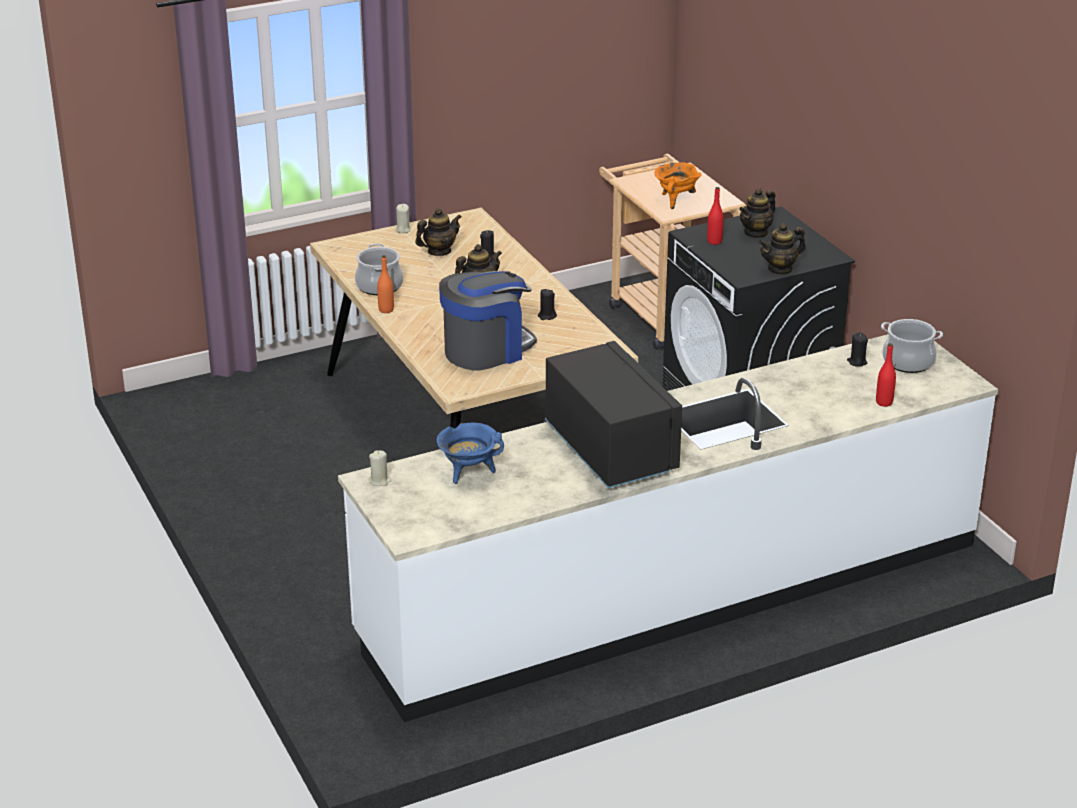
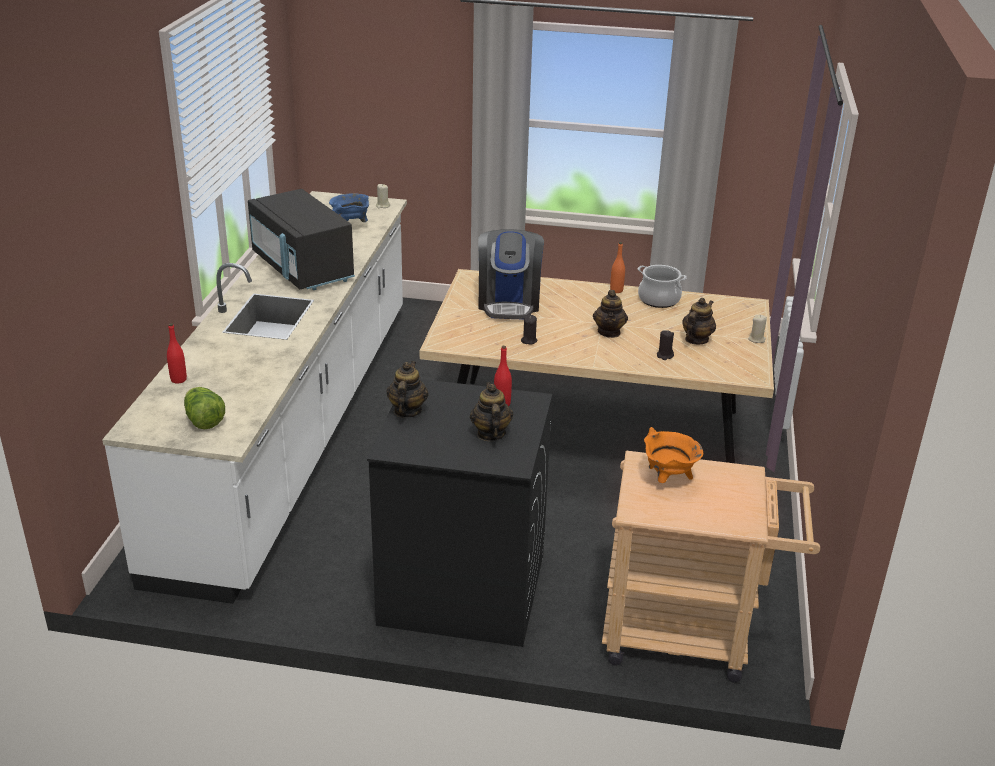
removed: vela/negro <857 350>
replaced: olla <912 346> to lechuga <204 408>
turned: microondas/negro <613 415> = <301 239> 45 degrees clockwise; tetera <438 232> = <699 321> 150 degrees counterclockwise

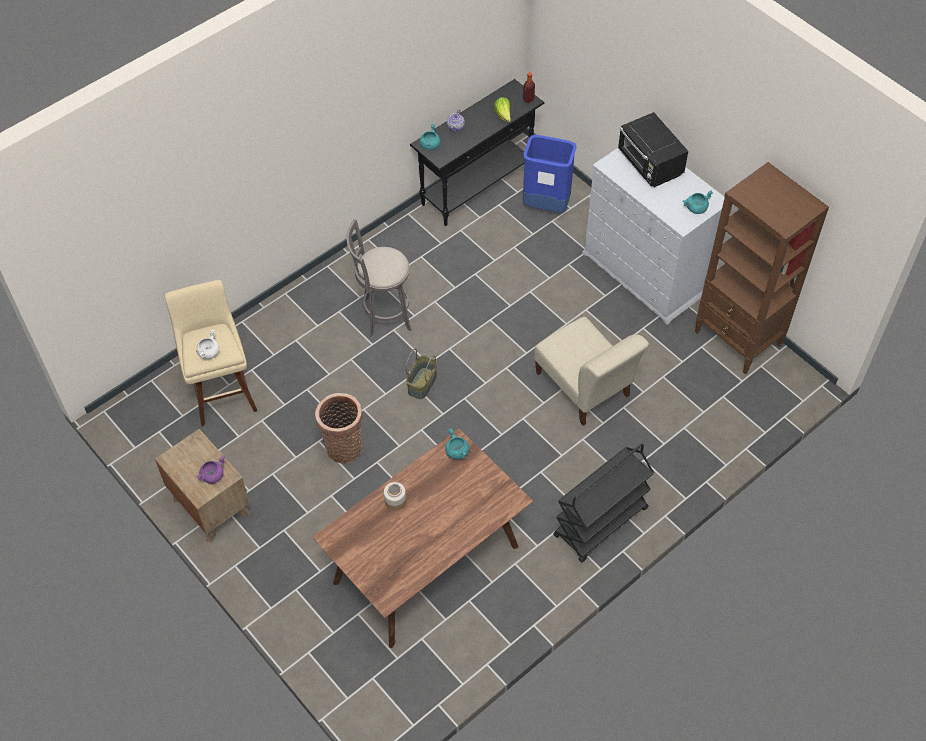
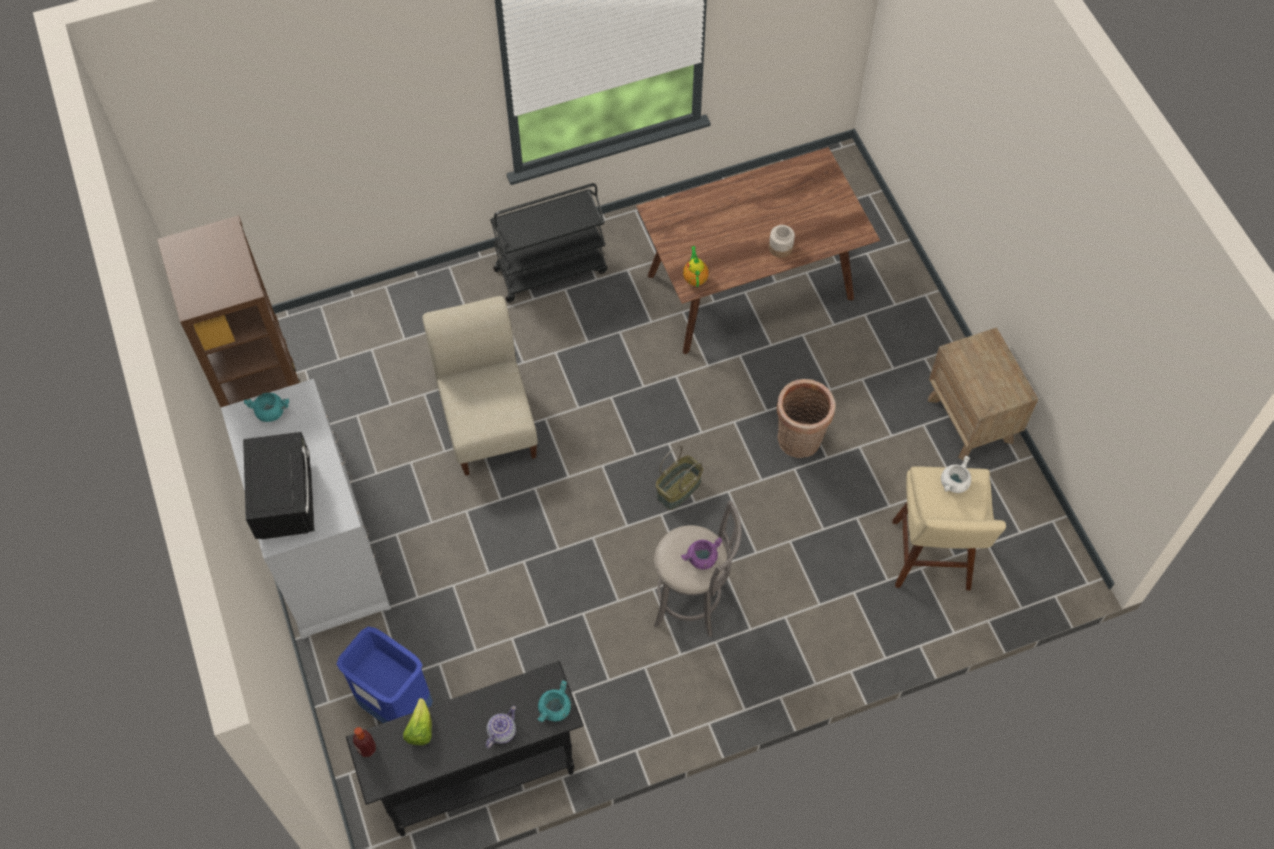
moved: olla/morado <210 469> to <701 553>
replaced: olla/turquesa <457 444> to tetera <696 266>

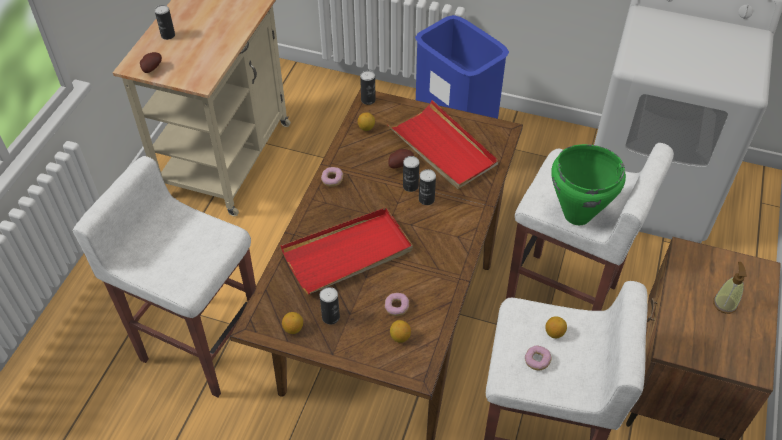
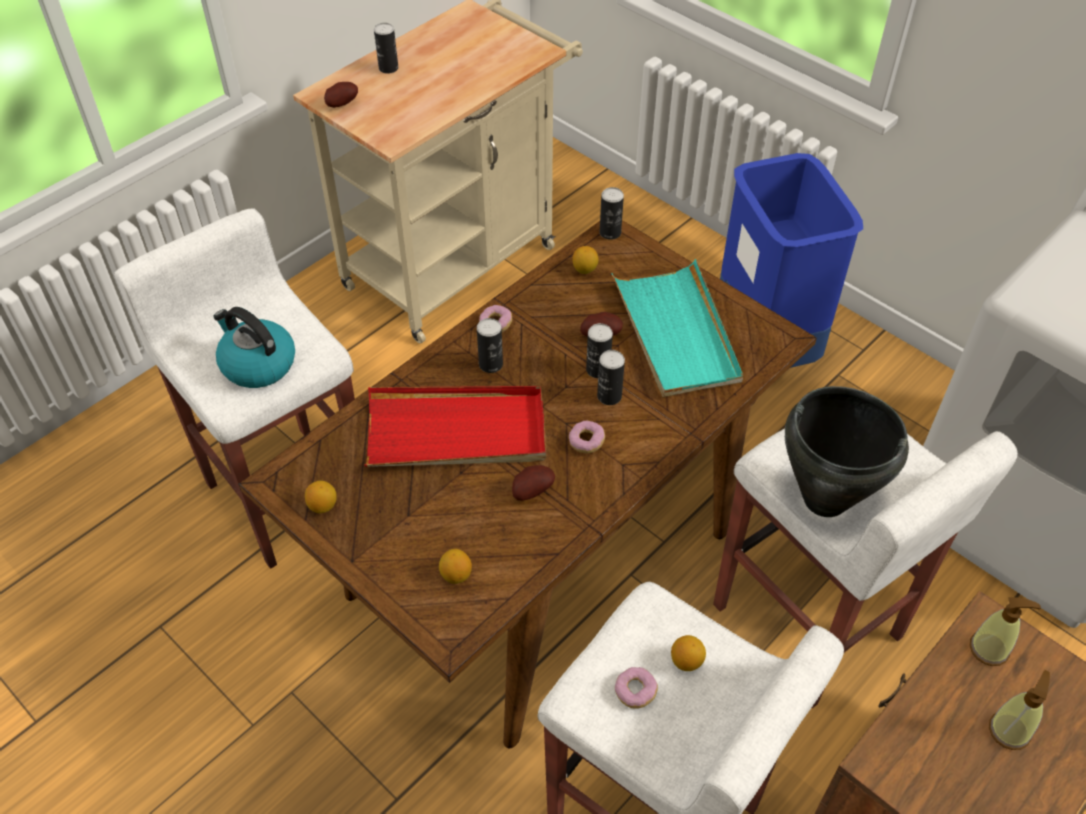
added: hervidor <254 347>; patata <533 483>; dispensador de jabón <1005 631>
moved: lata <330 306> to <490 345>; rosquilla <397 304> to <587 437>
recoloured: bandeja/rojo <443 144> to bandeja/turquesa <677 328>; olla/verde <588 184> to olla/negro <847 451>

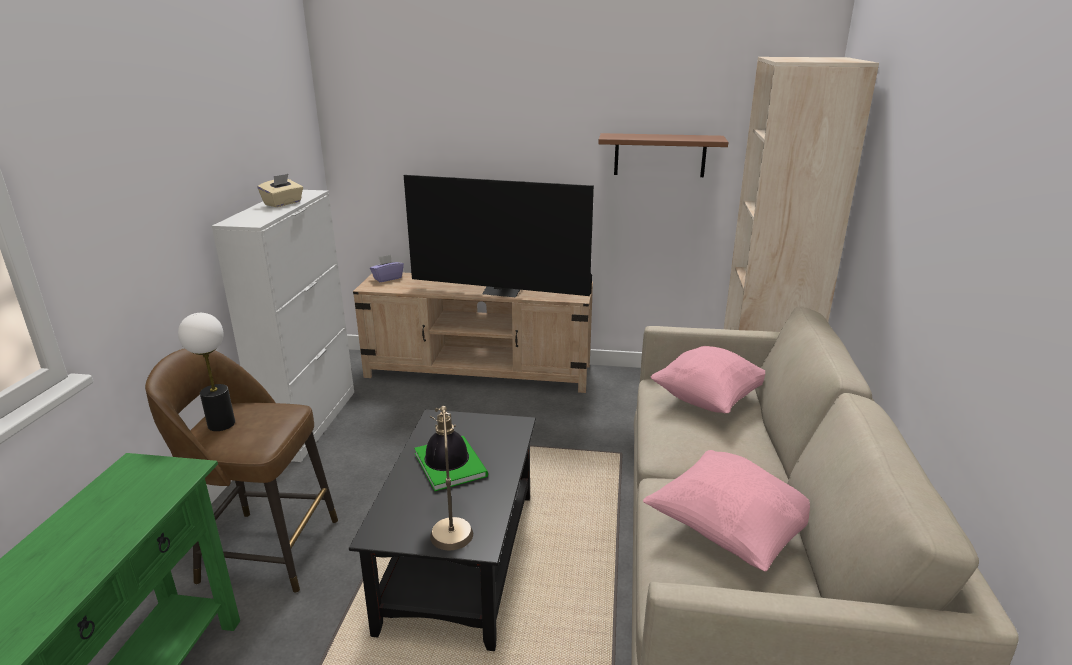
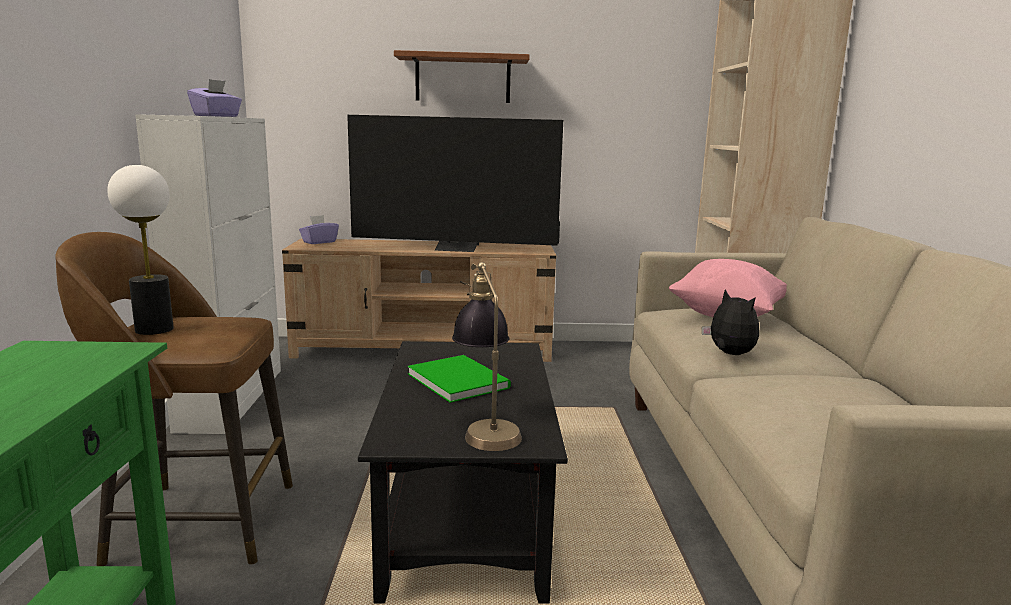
removed: cojín/rosa <726 511>
added: peluche <730 322>
moved: estante/marrón <663 155> to <462 76>
recoloured: caja de pañuelos/beis <280 190> to caja de pañuelos/morado <214 98>

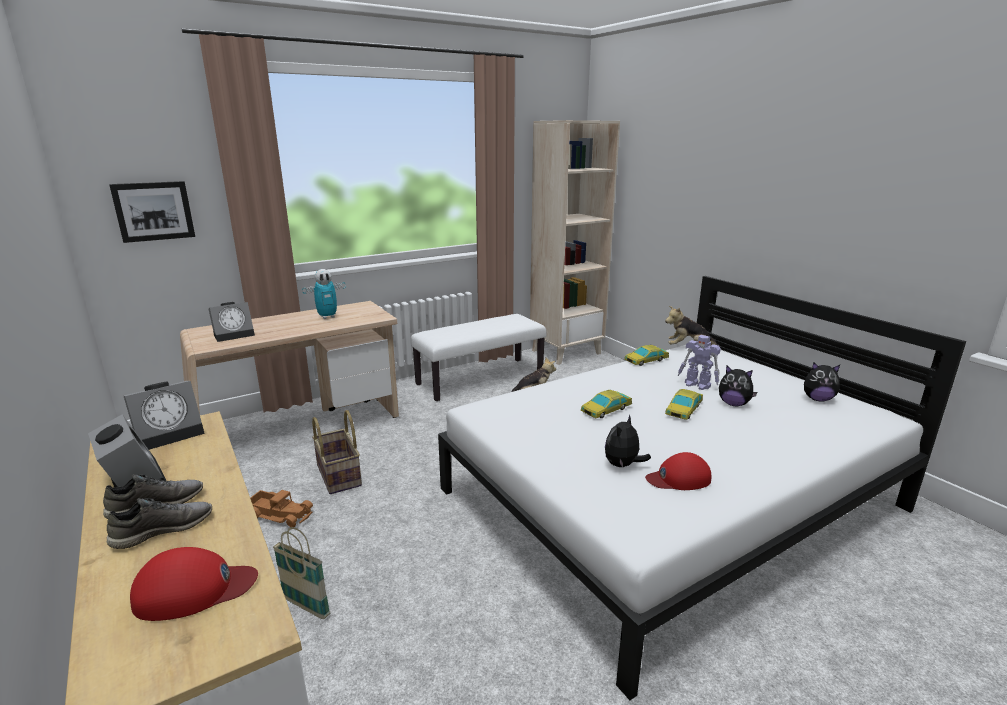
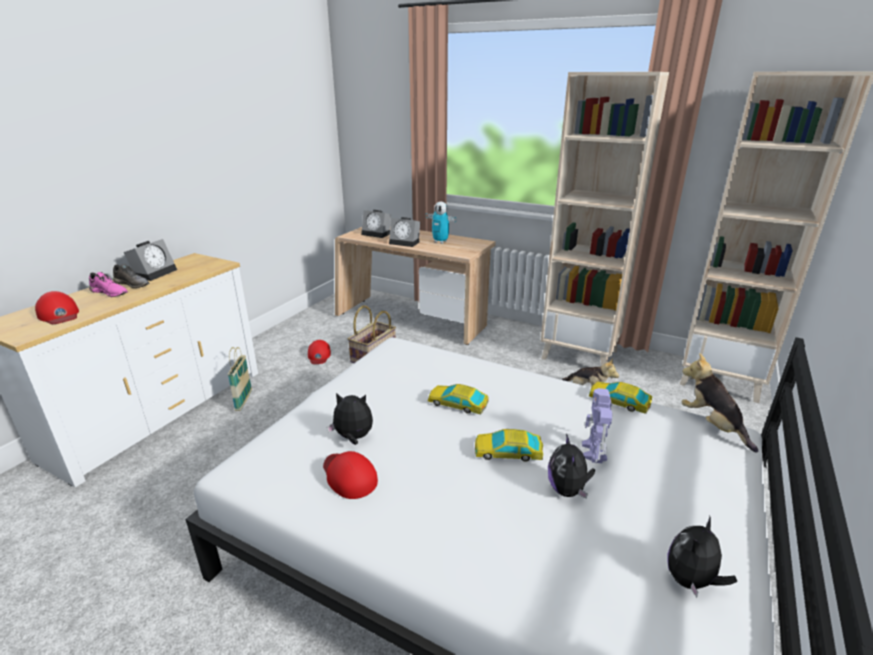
removed: cuadro <152 212>
moved: despertador <164 415> to <404 232>
replaced: camión de juguete <281 508> to gorra/rojo <319 352>; banco/blanco <478 357> to estantería/beis <605 219>
recoloured: zapato/gris <159 523> to zapato/rosa <108 284>
turned: peluche <822 382> = <702 557> 60 degrees clockwise

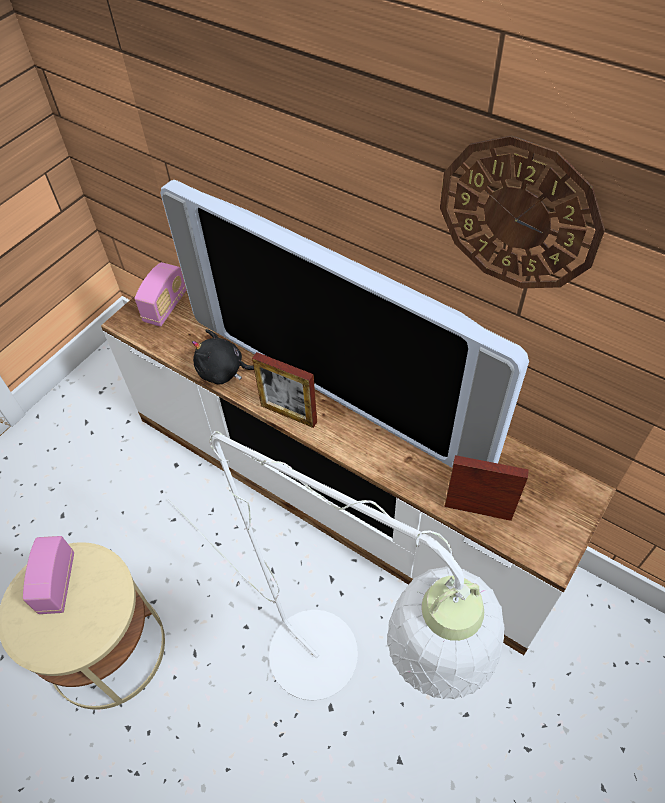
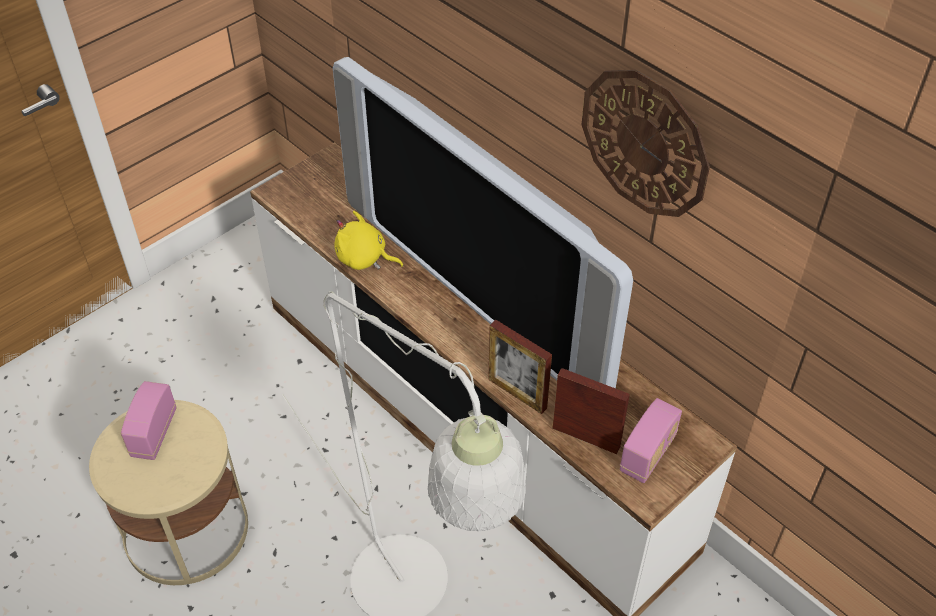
moved: portarretratos <284 390> to <520 367>; radio <160 294> to <651 440>
recoloured: peluche/negro <223 356> to peluche/amarillo <368 240>

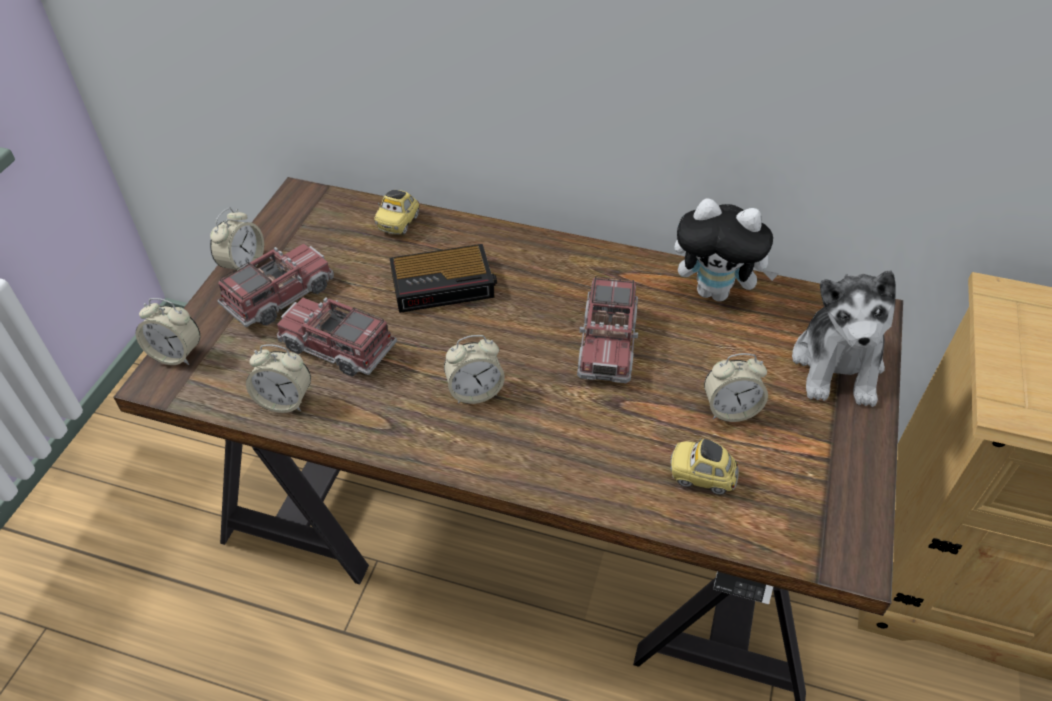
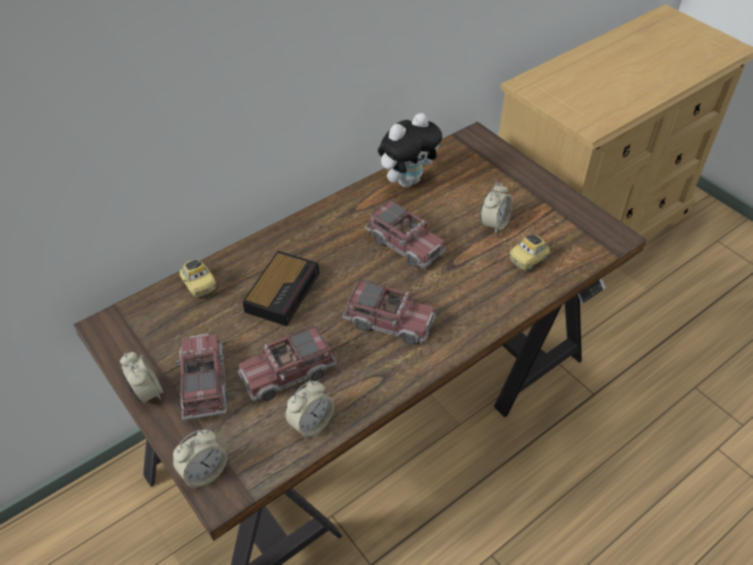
removed: peluche <843 338>
replaced: despertador <474 369> to camión de juguete <389 312>

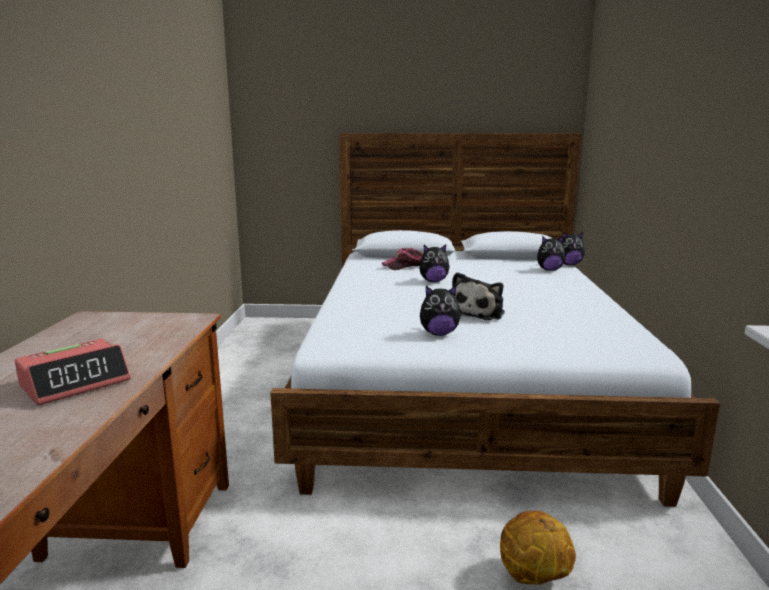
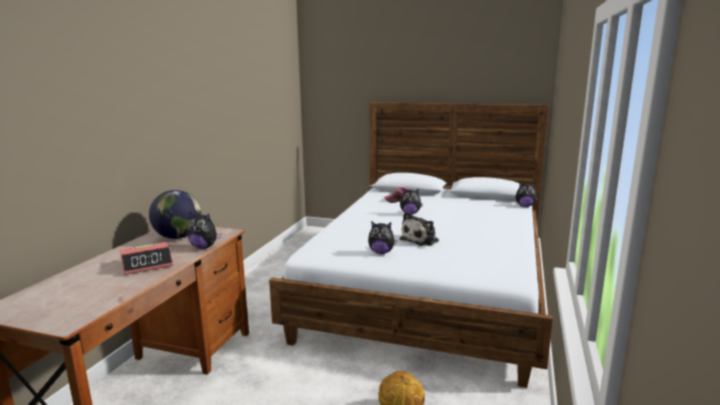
added: globo terráqueo <175 214>
moved: peluche <551 253> to <204 230>

